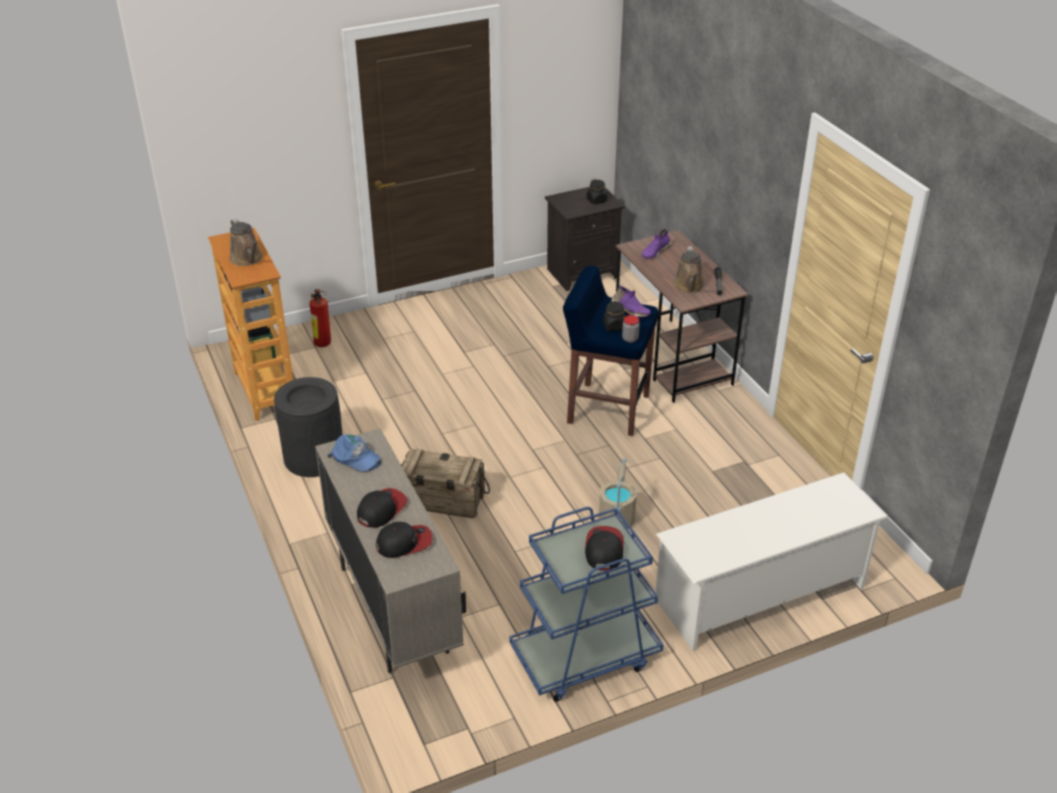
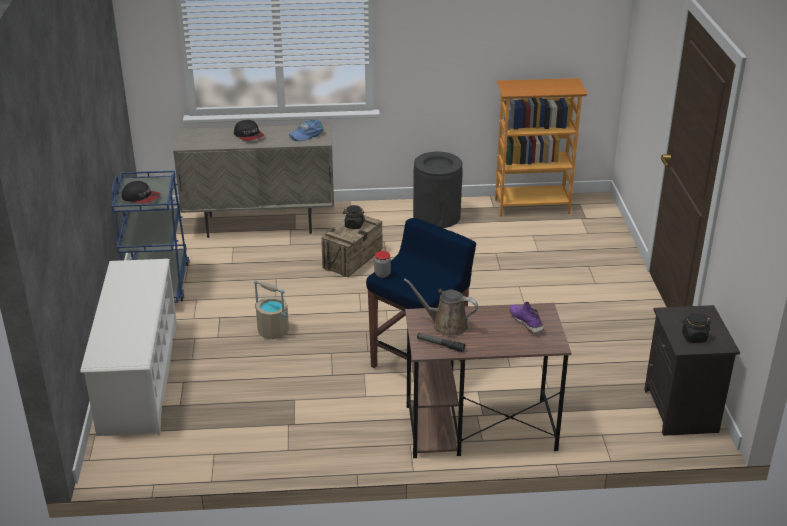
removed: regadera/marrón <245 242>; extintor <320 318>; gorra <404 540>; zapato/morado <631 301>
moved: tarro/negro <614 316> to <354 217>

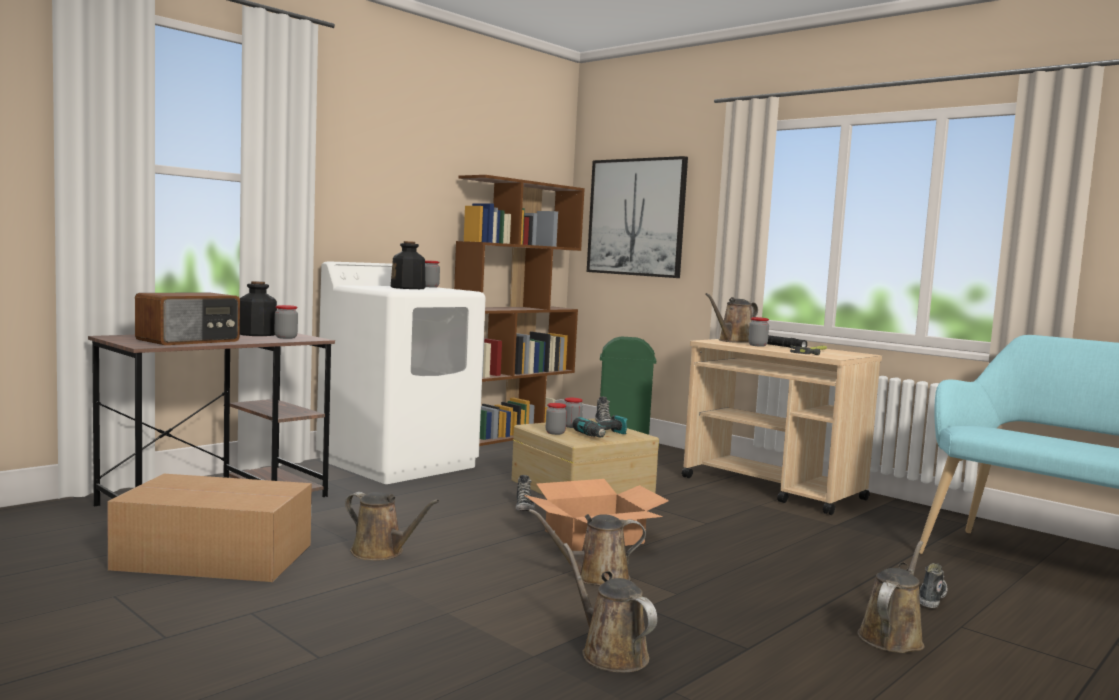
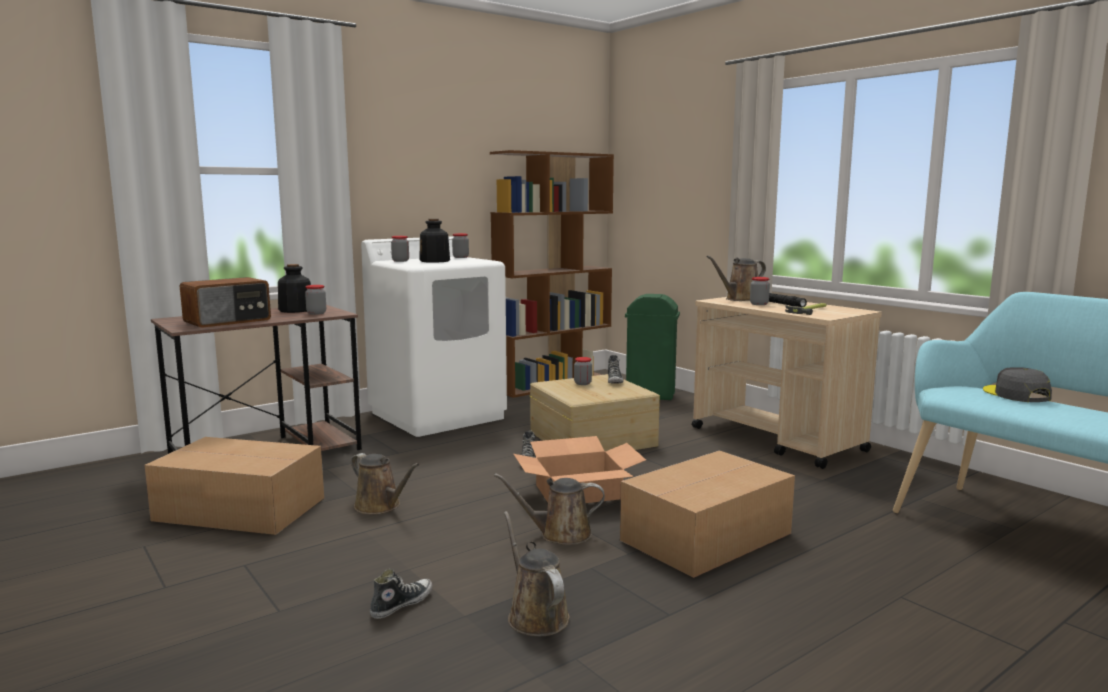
removed: taladro <600 426>; cuadro <637 217>; regadera/marrón <890 597>
added: caja de cartón <707 514>; gorra/gris <1017 384>
moved: zapato <933 585> to <401 594>; tarro <556 419> to <400 249>

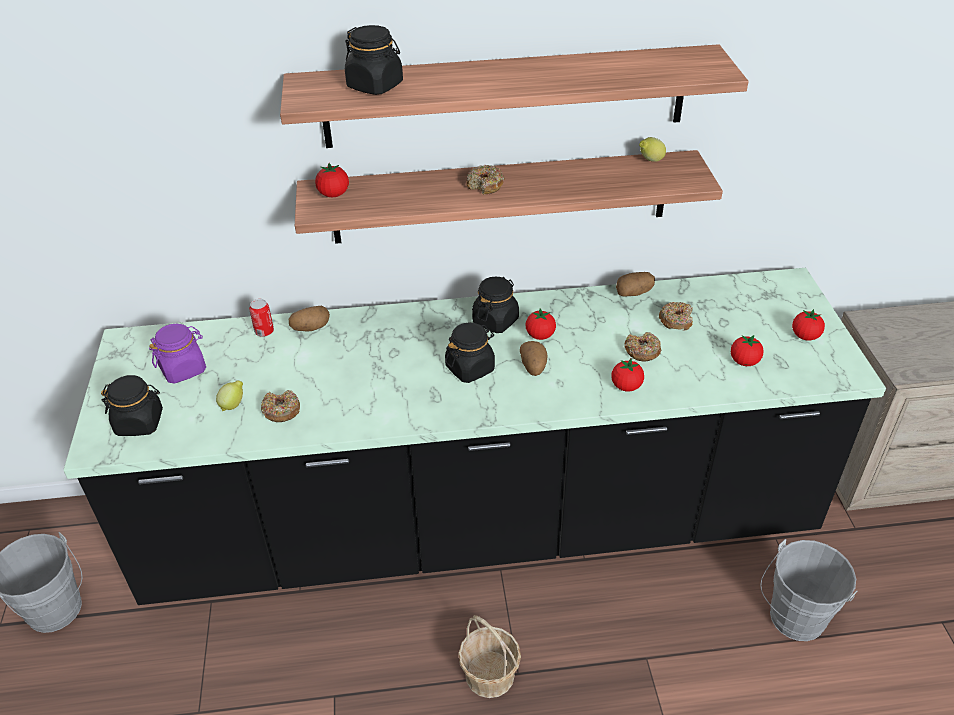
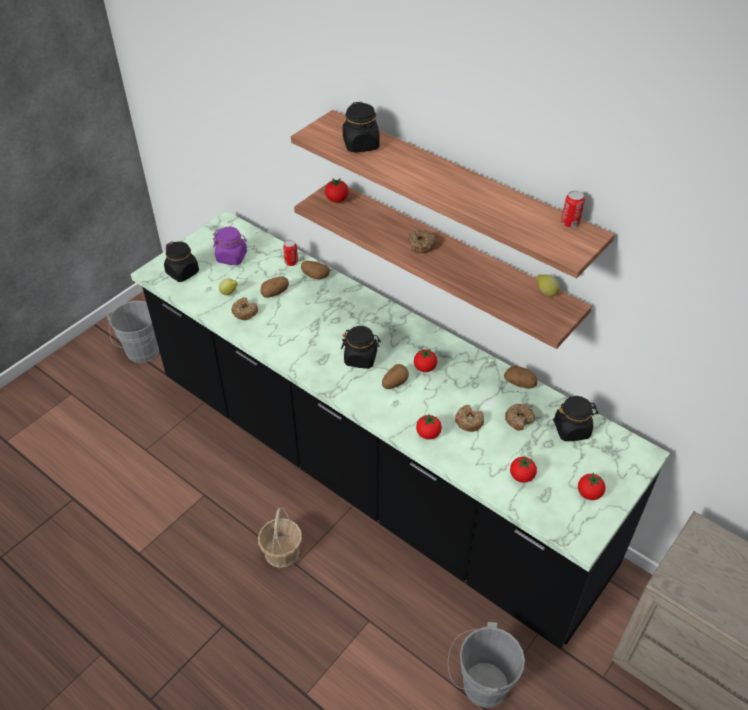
added: patata <275 287>; lata <573 209>
moved: tarro/negro <495 305> to <576 418>

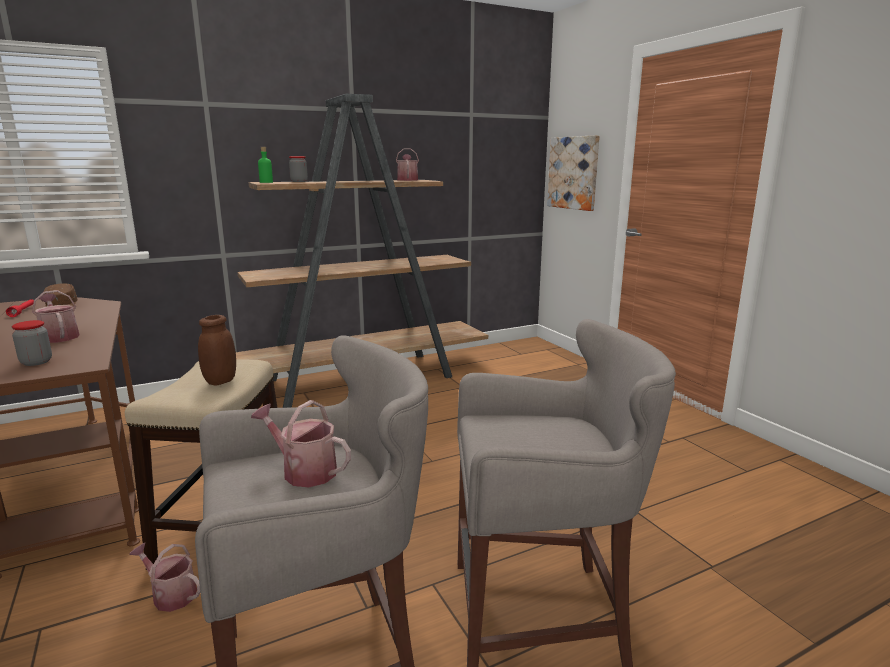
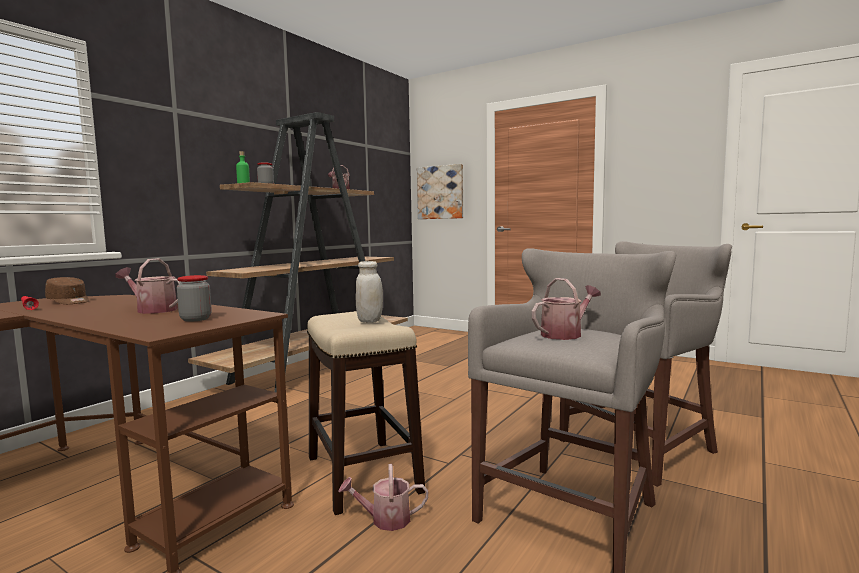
recoloured: tarro/marrón <217 350> to tarro/blanco <369 292>
turned: regadera <301 443> = <566 309> 150 degrees clockwise

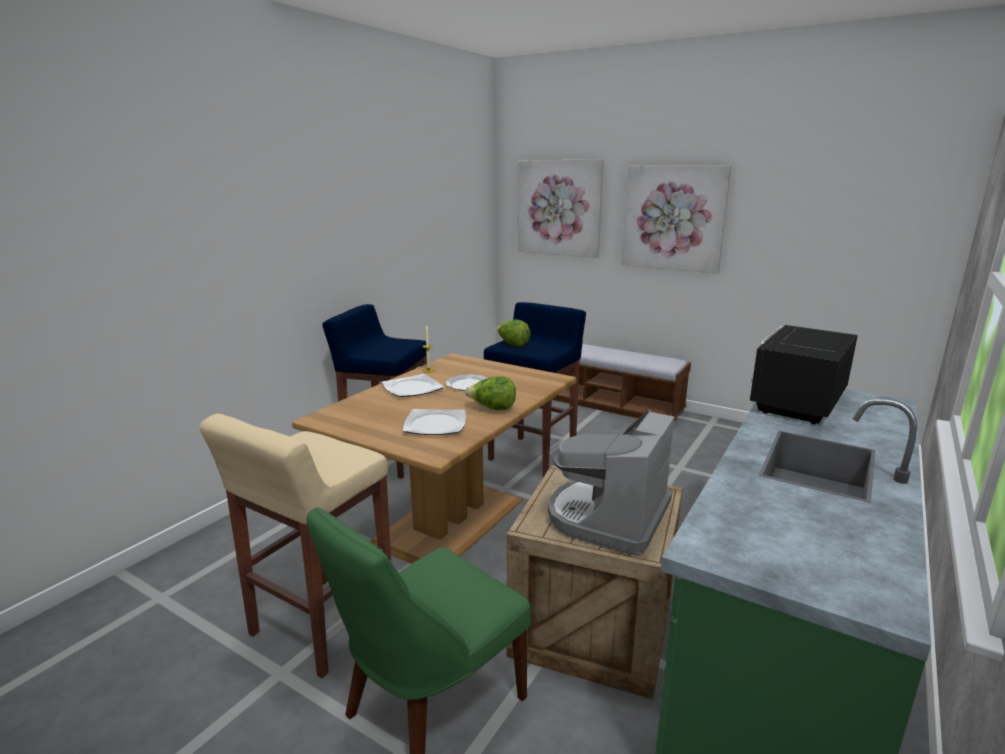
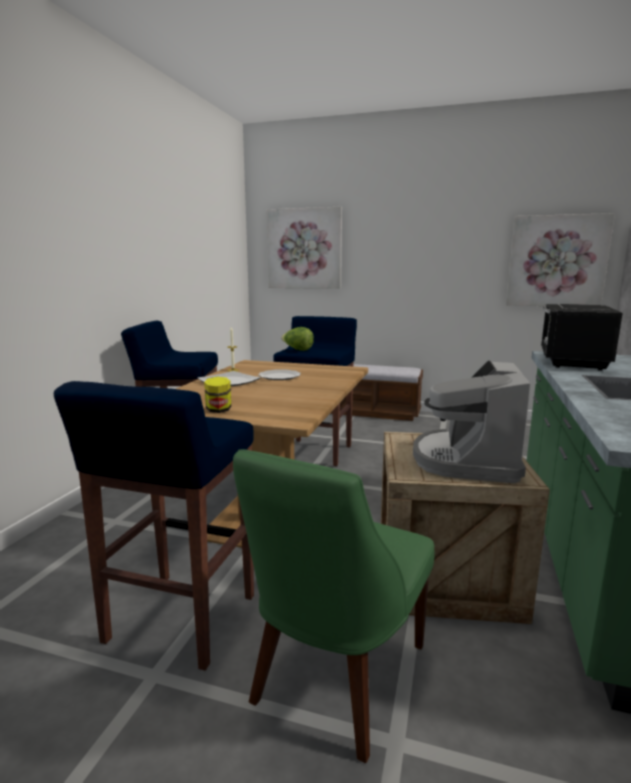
removed: plato <434 422>; lechuga <490 393>
added: tarro <217 395>
moved: cuadro <676 219> to <560 259>
recoloured: taburete/beis <295 546> to taburete/azul <154 526>

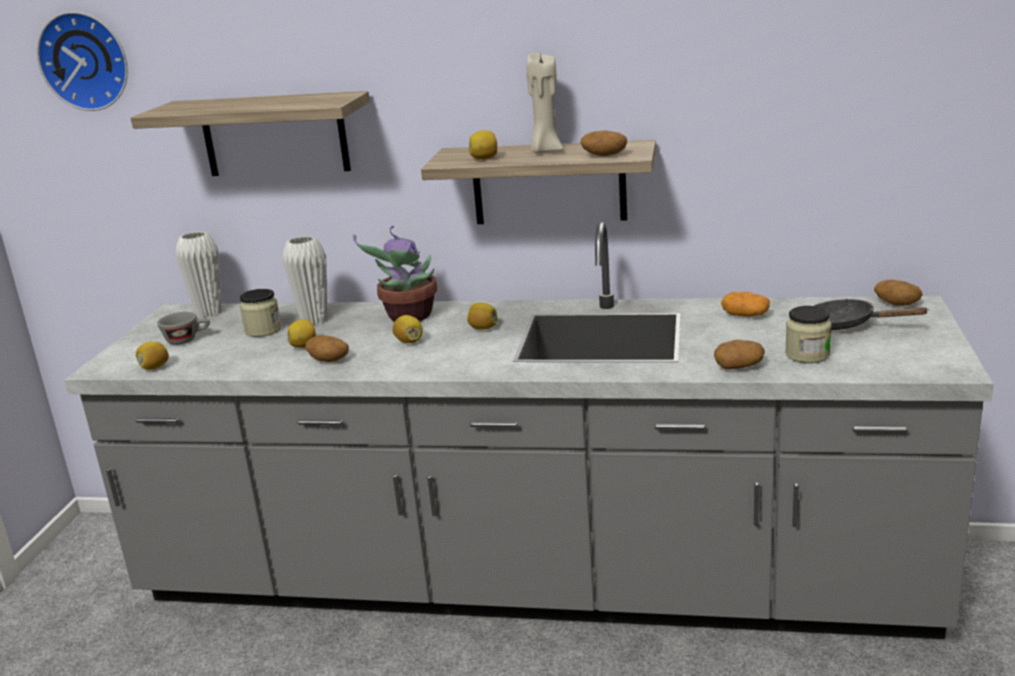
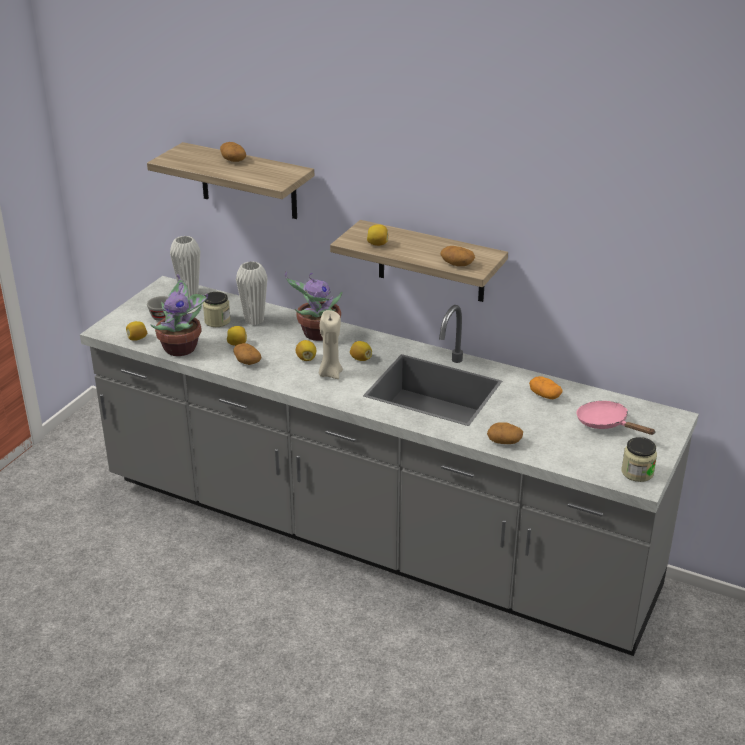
removed: reloj de pared <82 61>
added: planta en maceta <179 315>
moved: patata <898 293> to <233 152>; vela/beis <545 102> to <331 344>; tarro <808 334> to <639 459>
recoloured: sartén/negro <871 314> to sartén/rosa <616 418>

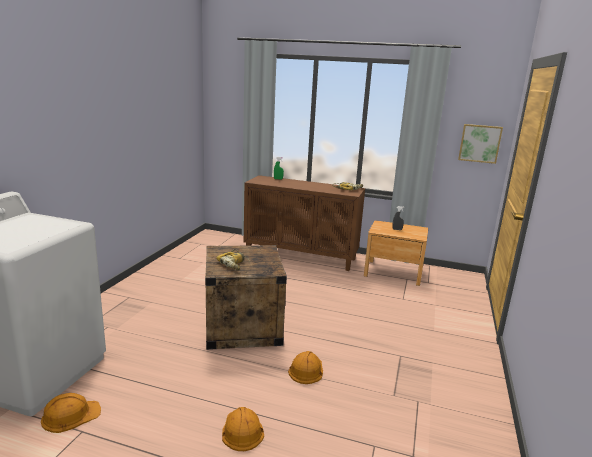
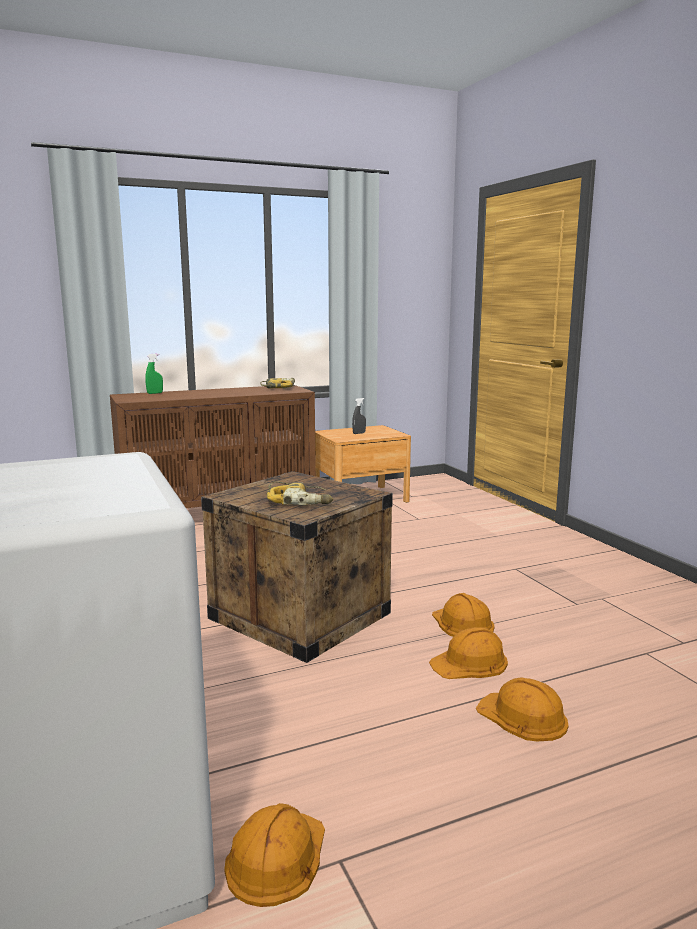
removed: cuadro <480 144>
added: casco/naranja <468 653>

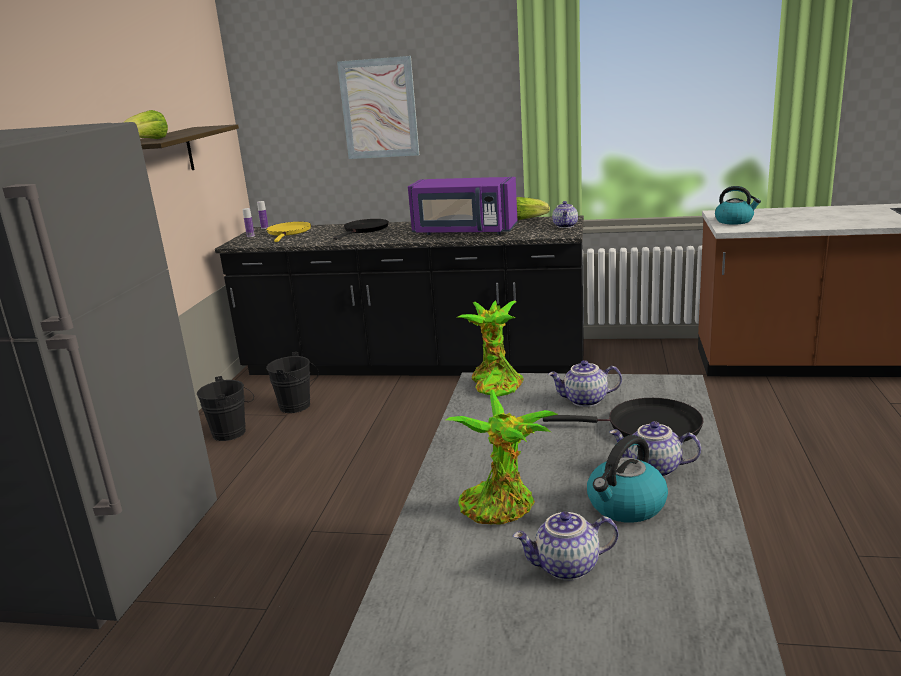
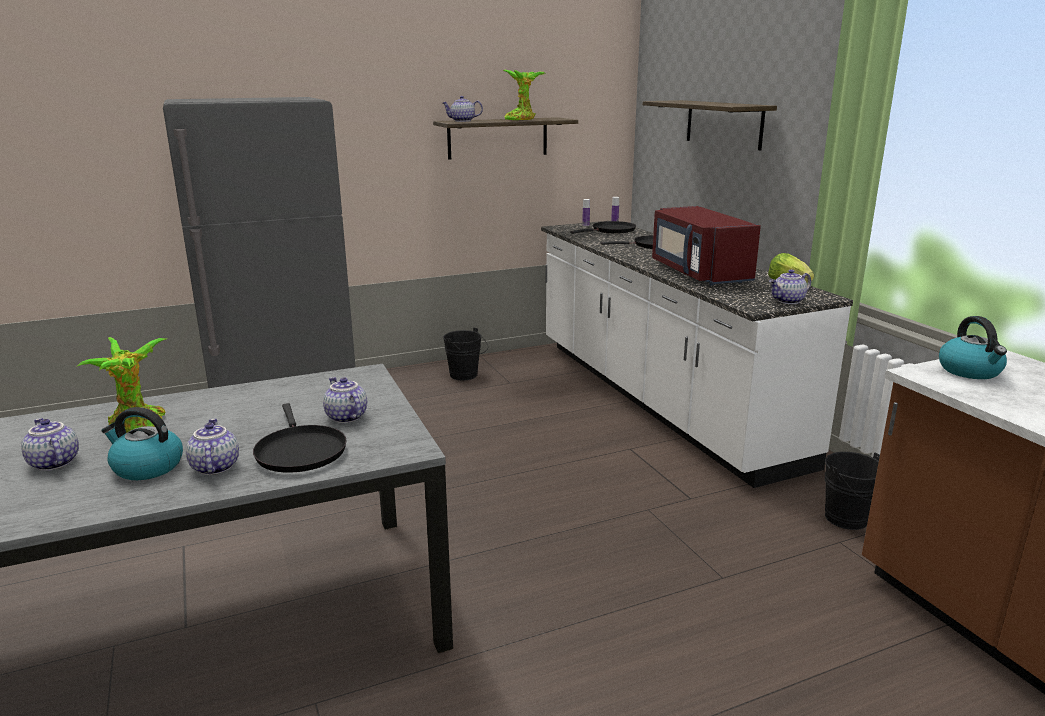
moved: planta en maceta <490 349> to <524 95>; cubo/negro <292 382> to <852 491>
replaced: lechuga <145 124> to tetera <463 109>; cuadro <378 107> to estante <710 125>
recoloured: mueble bajo de cocina/negro <399 295> to mueble bajo de cocina/blanco <697 354>; sartén/amarillo <288 232> to sartén/negro <603 227>; microondas/morado <463 206> to microondas/rojo <706 246>

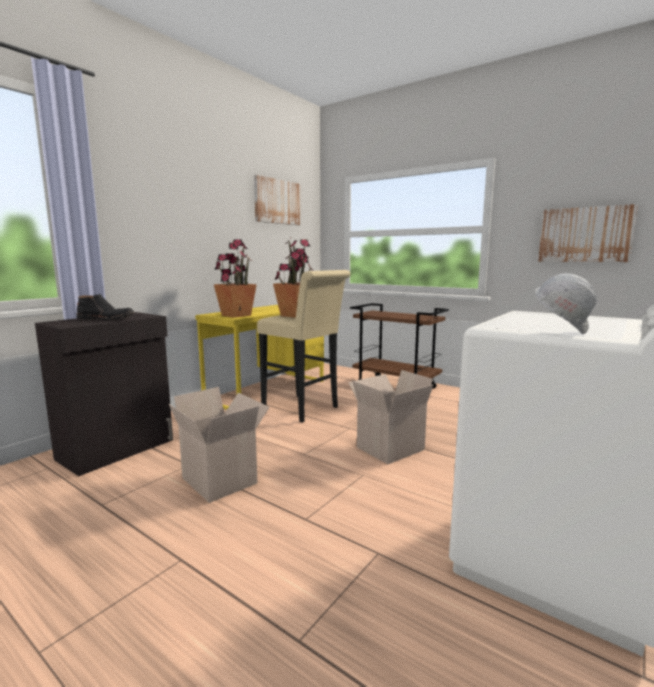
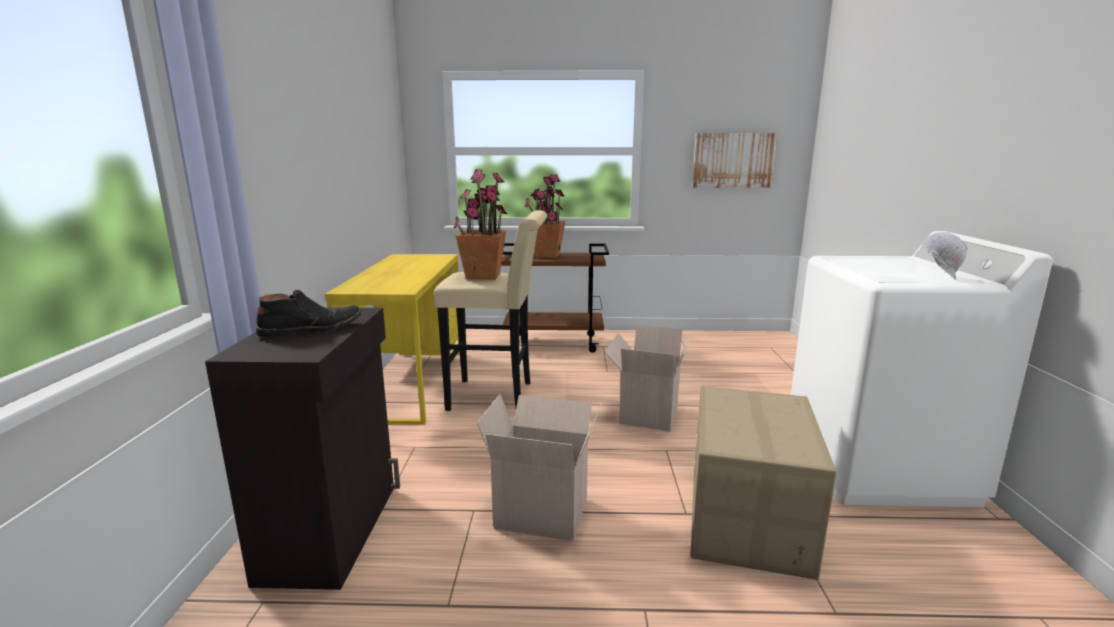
removed: cuadro <277 200>
added: caja de cartón <764 483>
moved: planta en maceta <235 278> to <545 216>

